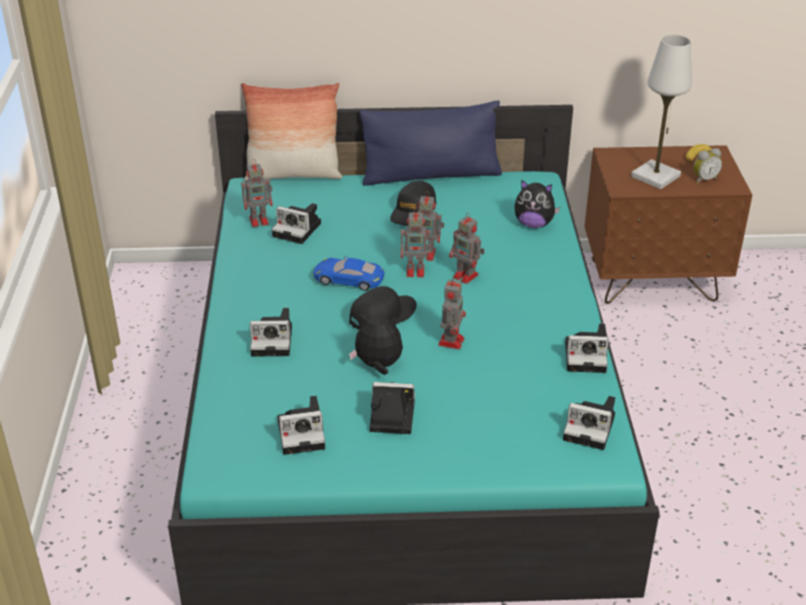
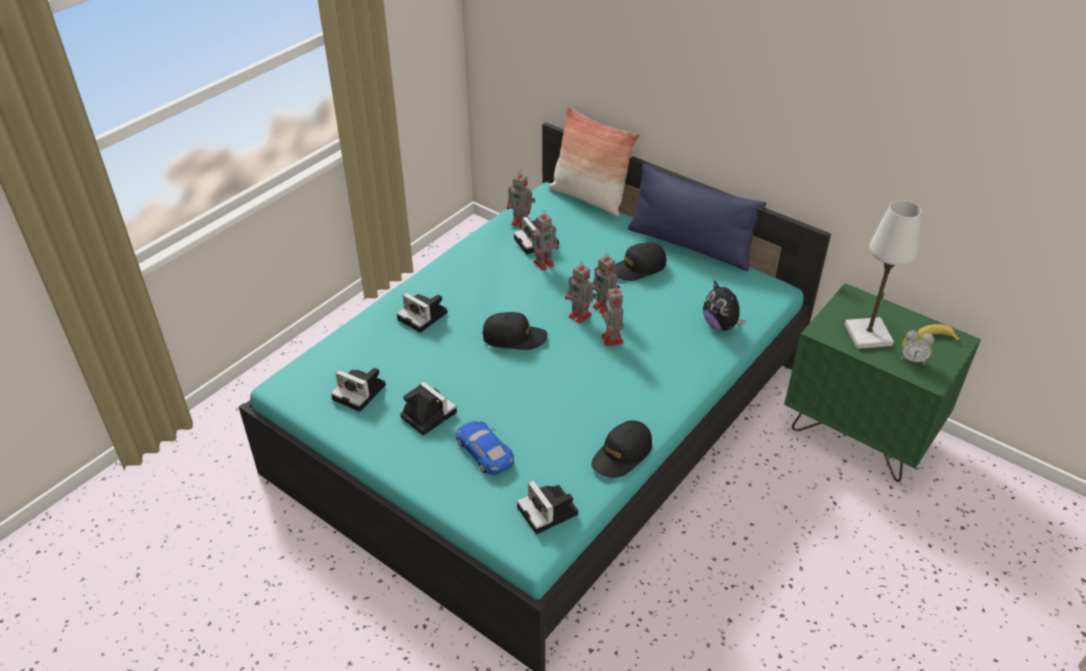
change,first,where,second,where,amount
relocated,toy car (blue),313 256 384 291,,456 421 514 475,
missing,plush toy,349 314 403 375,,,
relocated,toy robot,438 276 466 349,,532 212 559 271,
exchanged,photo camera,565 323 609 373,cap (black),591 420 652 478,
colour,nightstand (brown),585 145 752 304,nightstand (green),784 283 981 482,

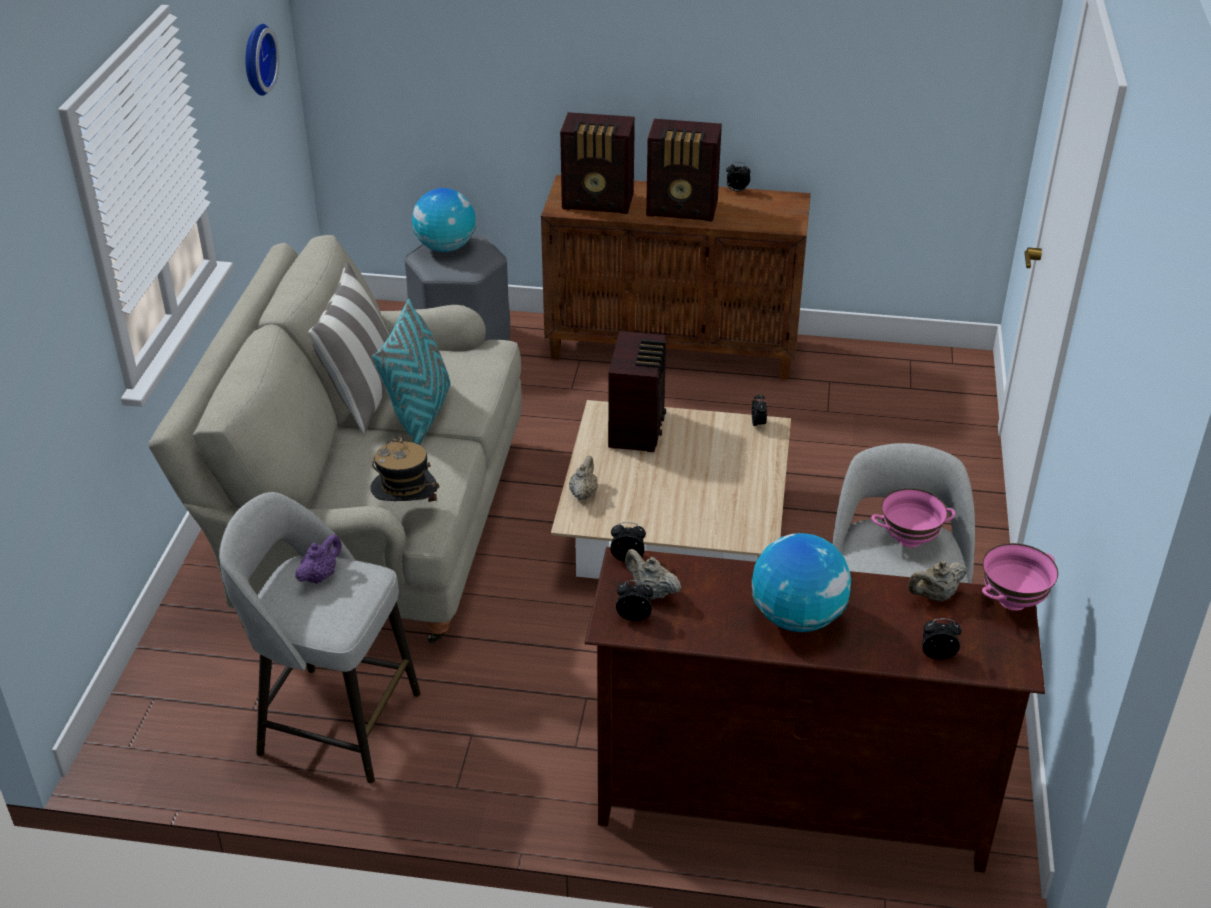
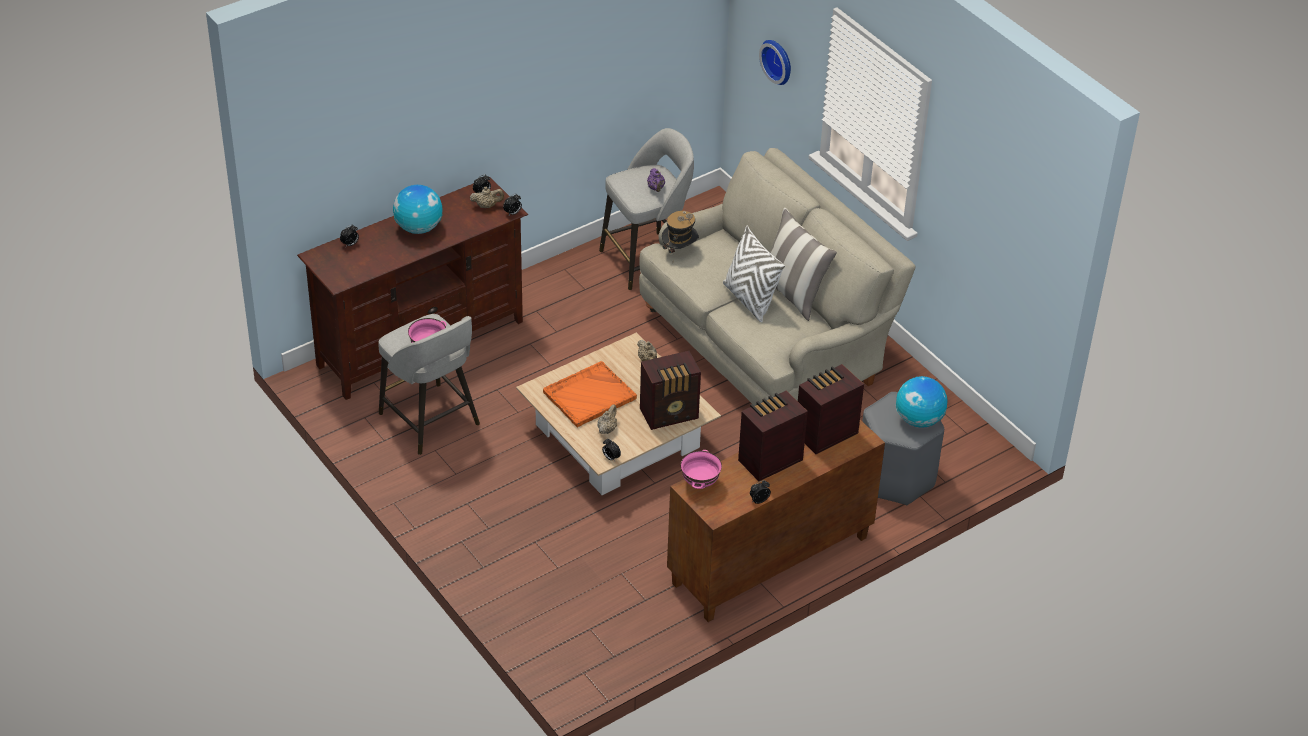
change,first,where,second,where,amount
relocated,wall clock,246 24 279 96,,759 40 791 85,
colour,pillow (turquoise),372 298 450 445,pillow (white),723 226 785 323,
spun,radio,608 331 666 452,,640 351 701 430,75 degrees counterclockwise
relocated,teapot (beige),908 561 967 601,,597 405 617 434,
relocated,bowl (pink),982 543 1058 611,,681 450 722 489,
appeared,,,tray (orange),543 361 637 428,

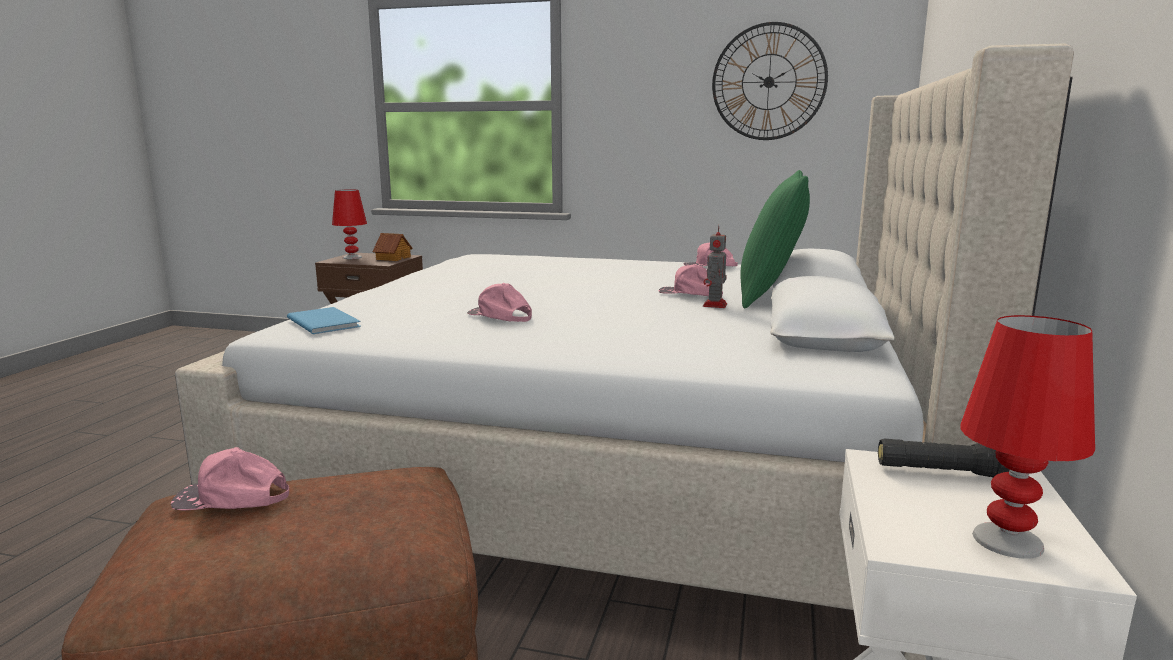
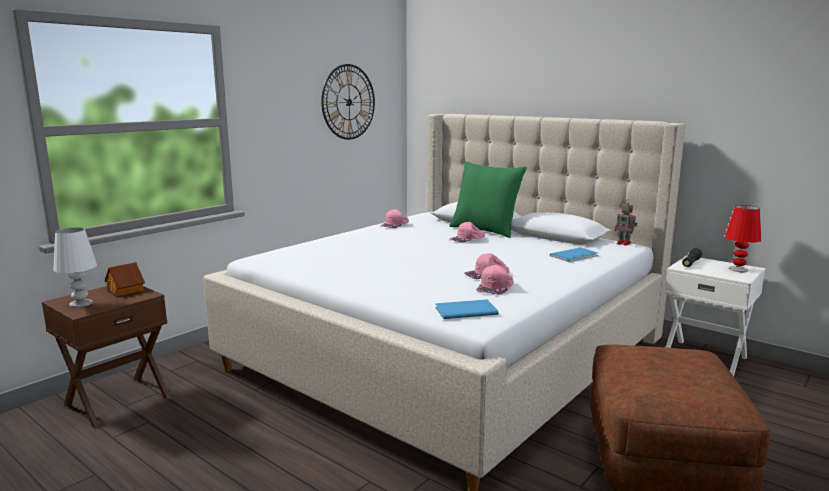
change,first,where,second,where,amount
relocated,cap (pink),171 447 289 511,,476 265 514 295,
colour,table lamp (red),332 190 367 259,table lamp (white),54 227 97 307,
relocated,toy robot,703 225 727 308,,615 203 637 245,
appeared,,,book (blue),550 247 598 262,

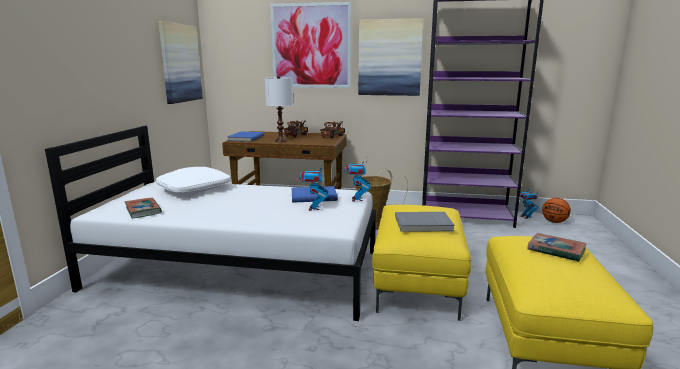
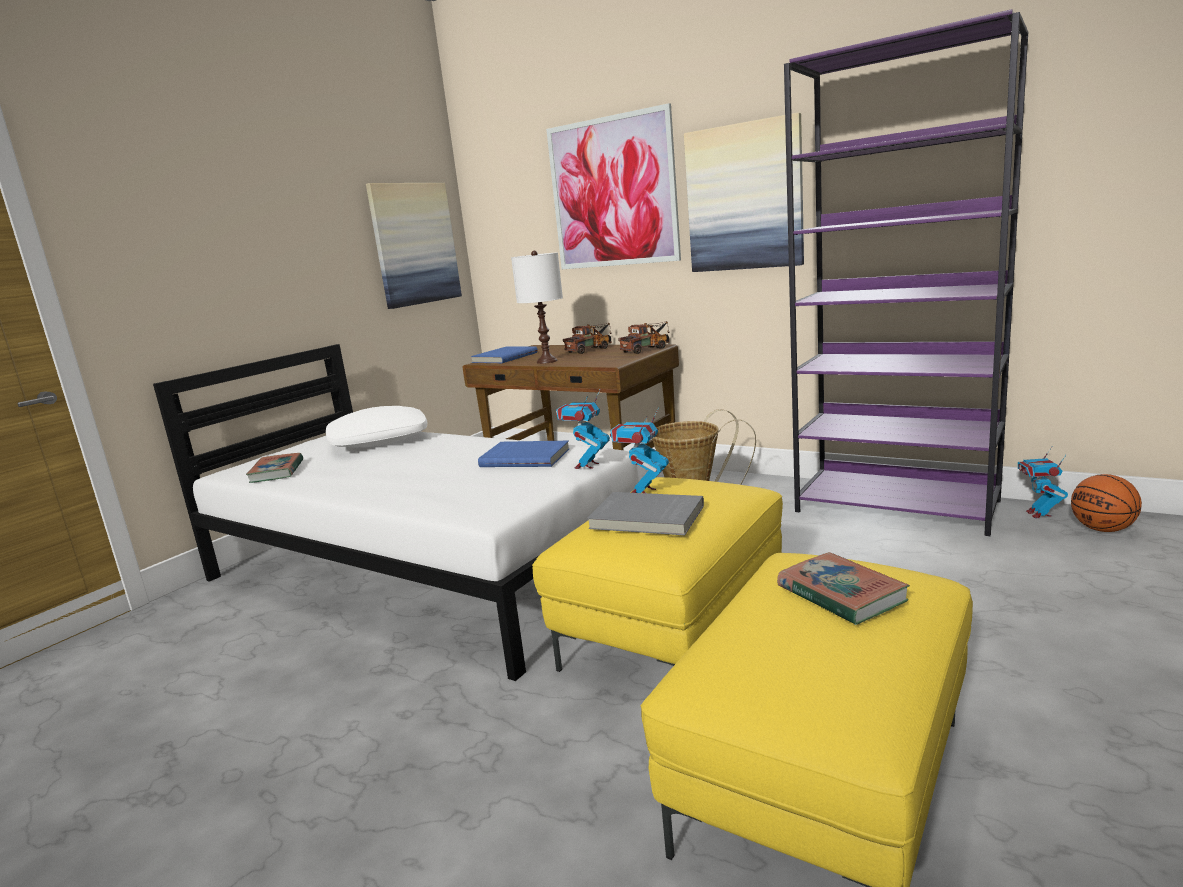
change,first,where,second,where,amount
relocated,toy robot,299 165 328 211,,610 407 669 493,

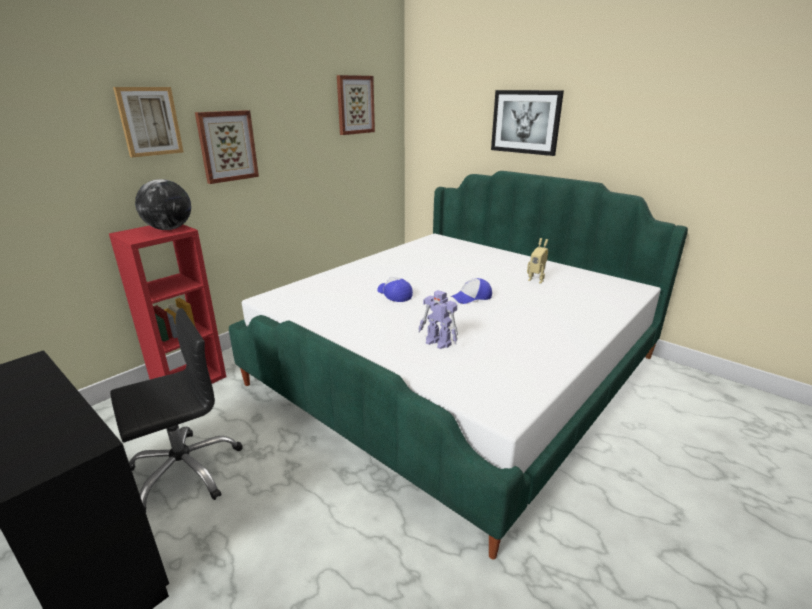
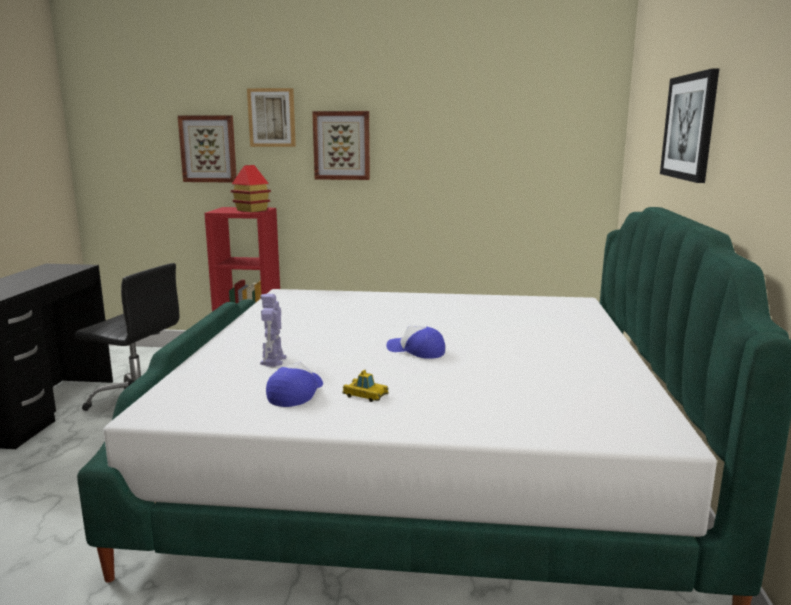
change,first,where,second,where,amount
exchanged,globe,135 179 191 230,toy house,231 165 271 212,
relocated,picture,337 75 375 135,,178 115 237 183,
relocated,cap,377 277 413 302,,266 362 323 407,
missing,toy robot,527 238 548 284,,,
appeared,,,toy car,342 370 389 402,

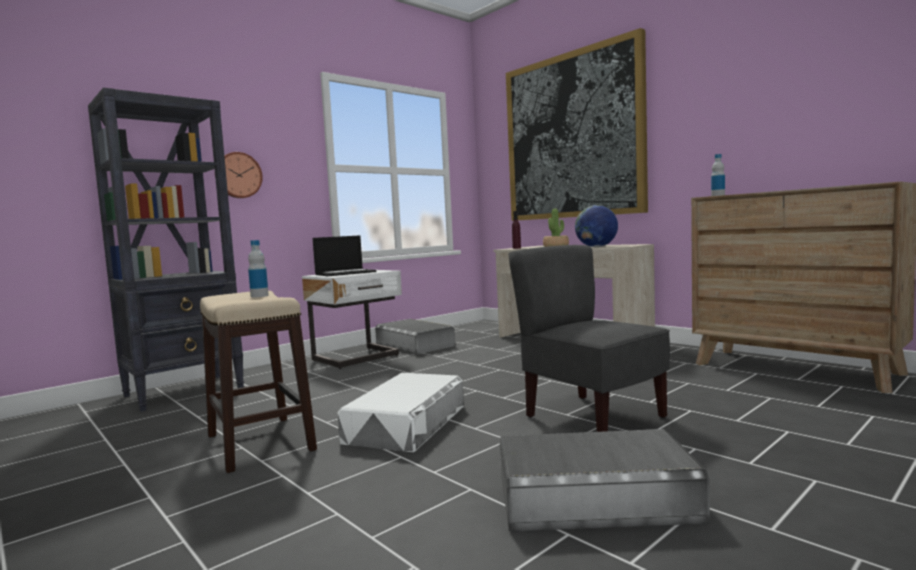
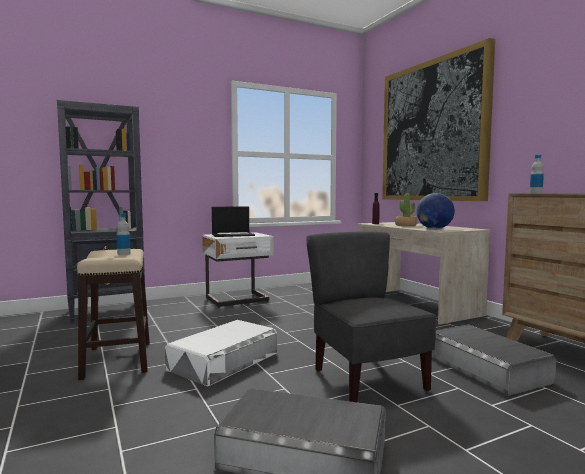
change,first,where,second,where,amount
missing,wall clock,224 152 263 198,,,
relocated,storage box (grey),375 319 455 354,,432 325 557 396,

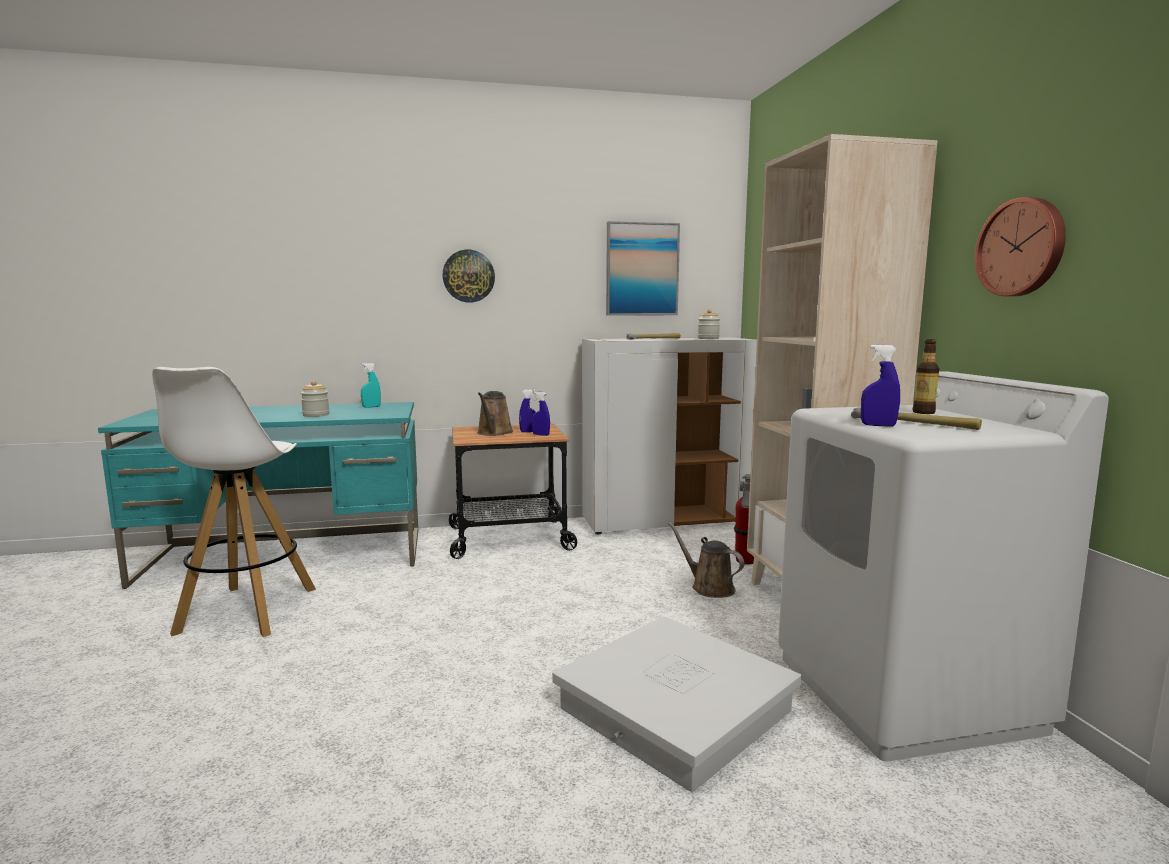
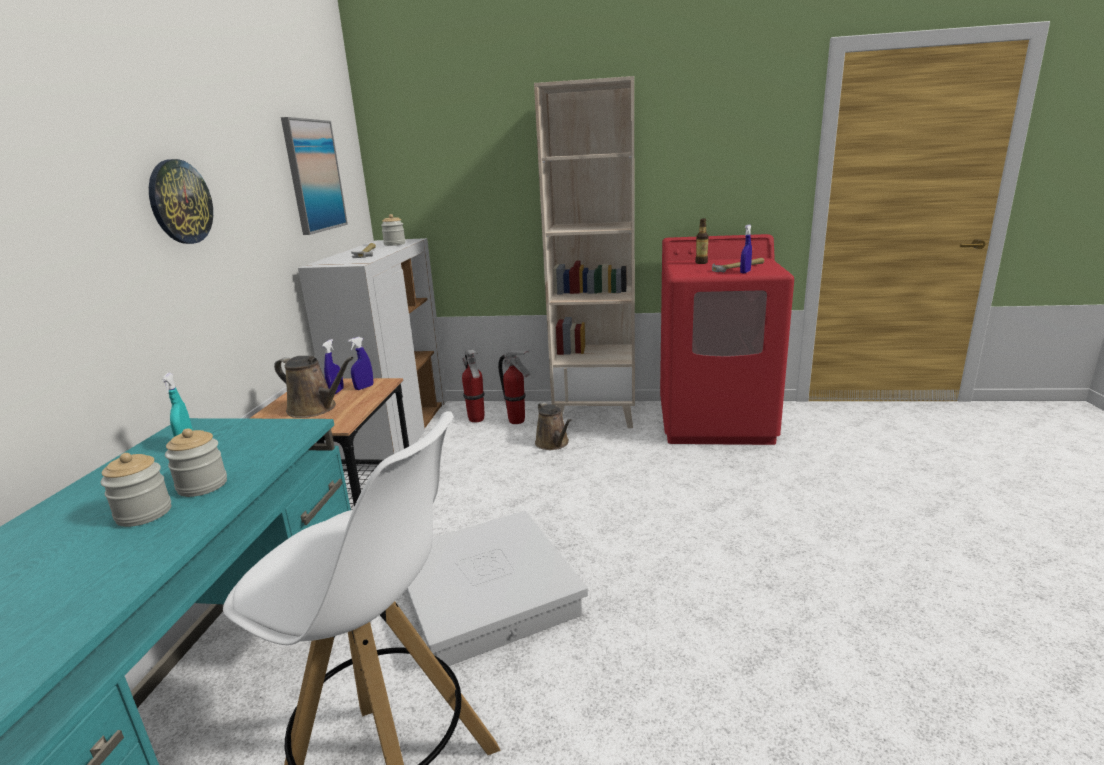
change,first,where,second,where,amount
relocated,storage box (white),552 616 802 792,,406 511 588 666,
spun,watering can (brown),668 522 745 598,,535 402 572 450,90 degrees counterclockwise
colour,washing machine (white),778 371 1109 762,washing machine (red),660 234 794 445,
missing,wall clock,975 197 1066 296,,,
appeared,,,jar,100 453 171 527,
appeared,,,fire extinguisher,462 350 485 423,

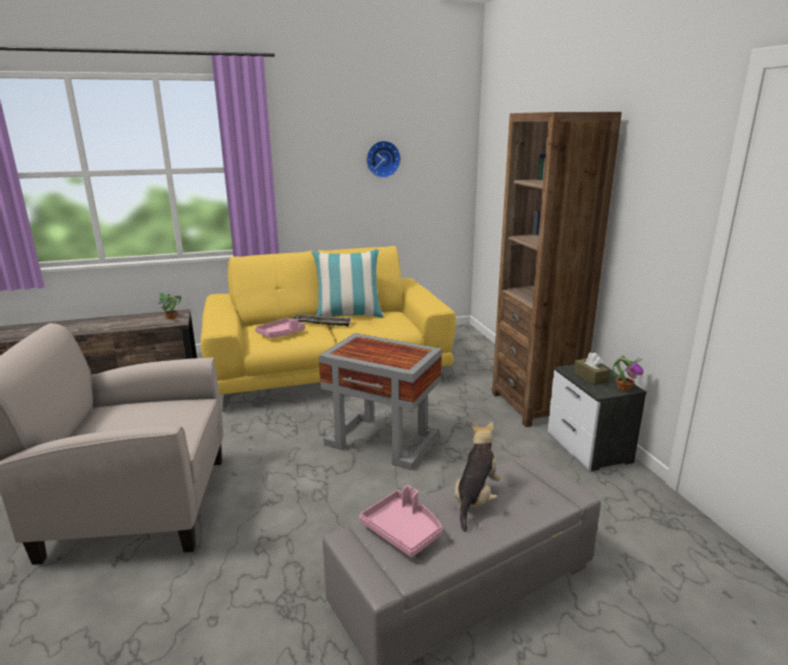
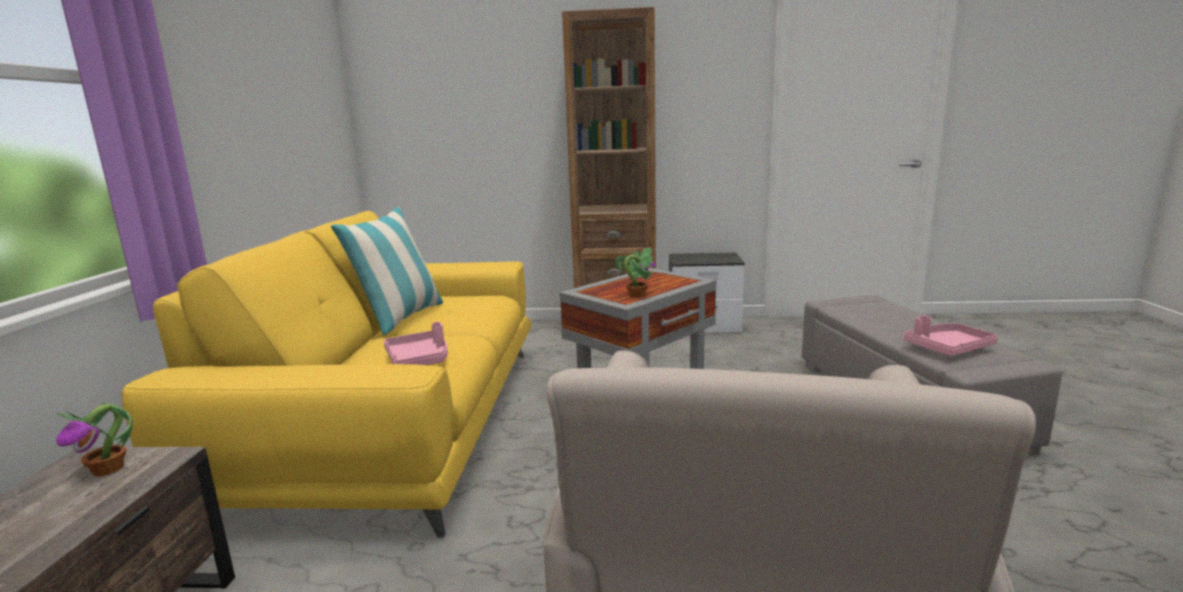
change,first,where,second,where,amount
missing,tray,292 314 353 327,,,
missing,wall clock,366 141 401 178,,,
missing,plush toy,455 422 500 532,,,
missing,tissue box (brown),574 352 610 385,,,
relocated,potted plant,613 356 644 391,,615 247 655 298,

